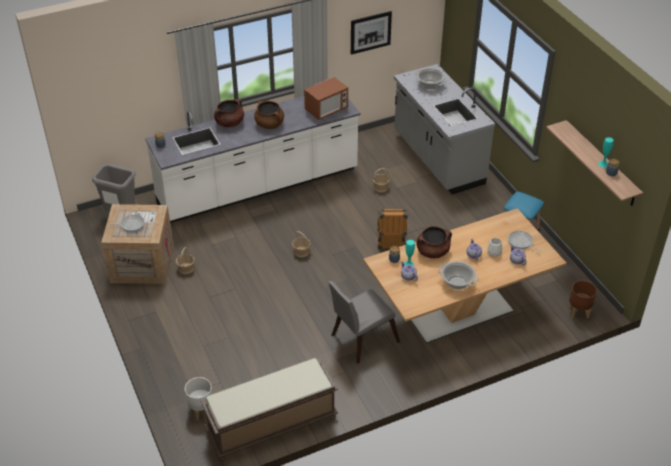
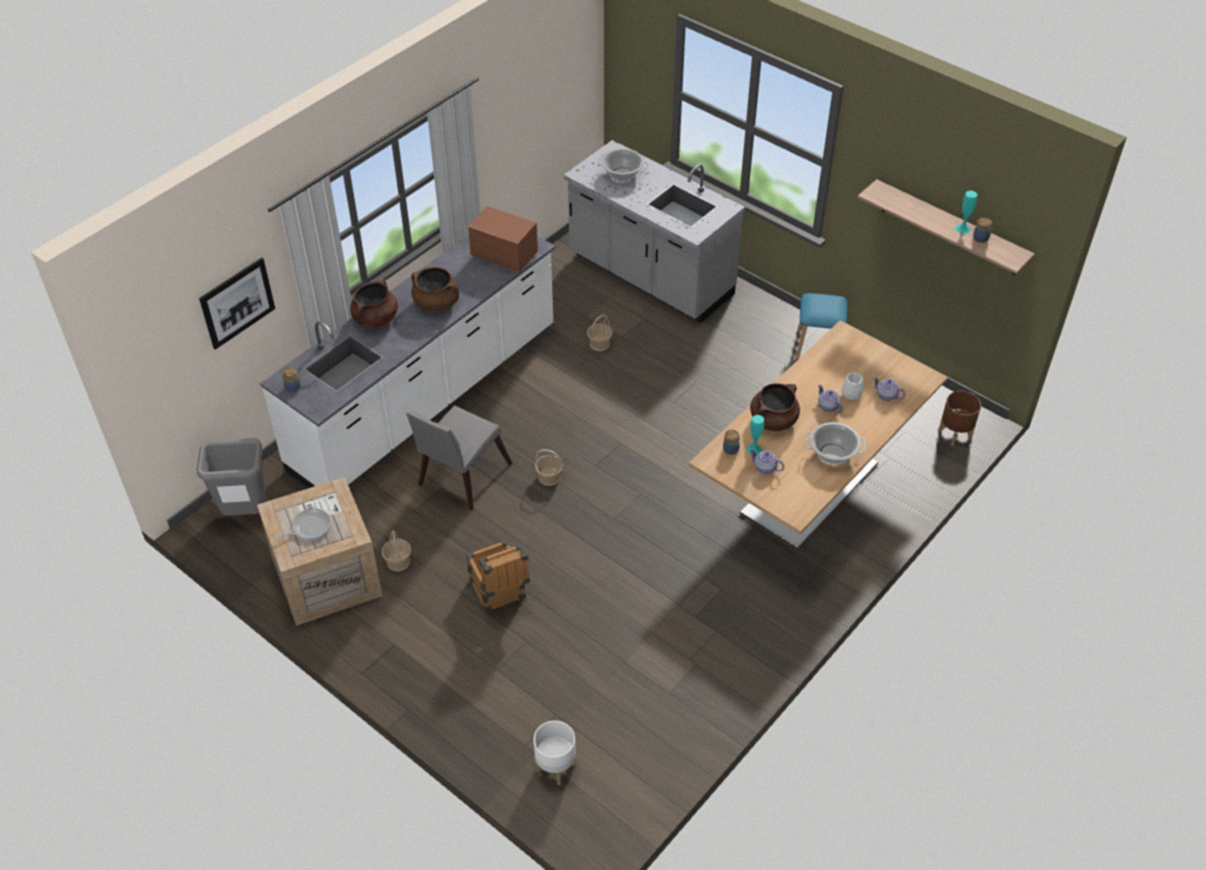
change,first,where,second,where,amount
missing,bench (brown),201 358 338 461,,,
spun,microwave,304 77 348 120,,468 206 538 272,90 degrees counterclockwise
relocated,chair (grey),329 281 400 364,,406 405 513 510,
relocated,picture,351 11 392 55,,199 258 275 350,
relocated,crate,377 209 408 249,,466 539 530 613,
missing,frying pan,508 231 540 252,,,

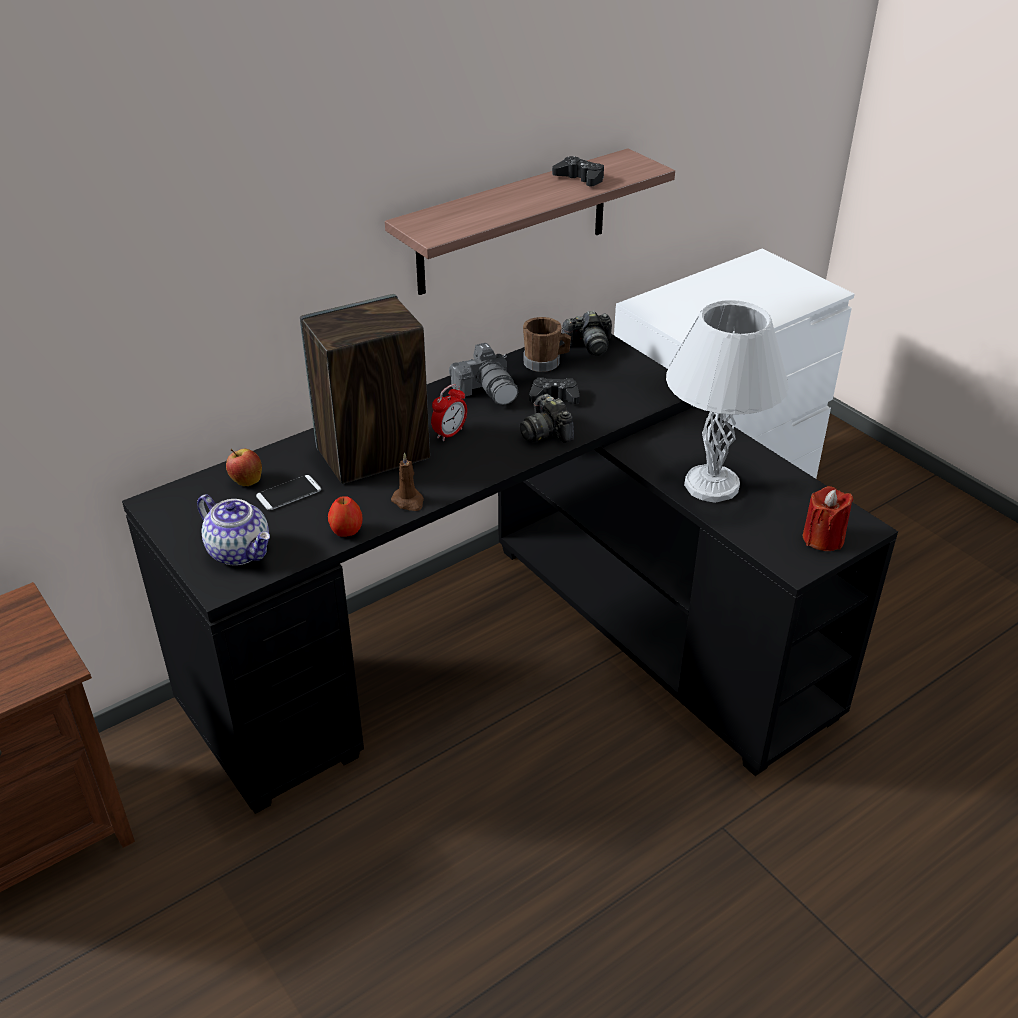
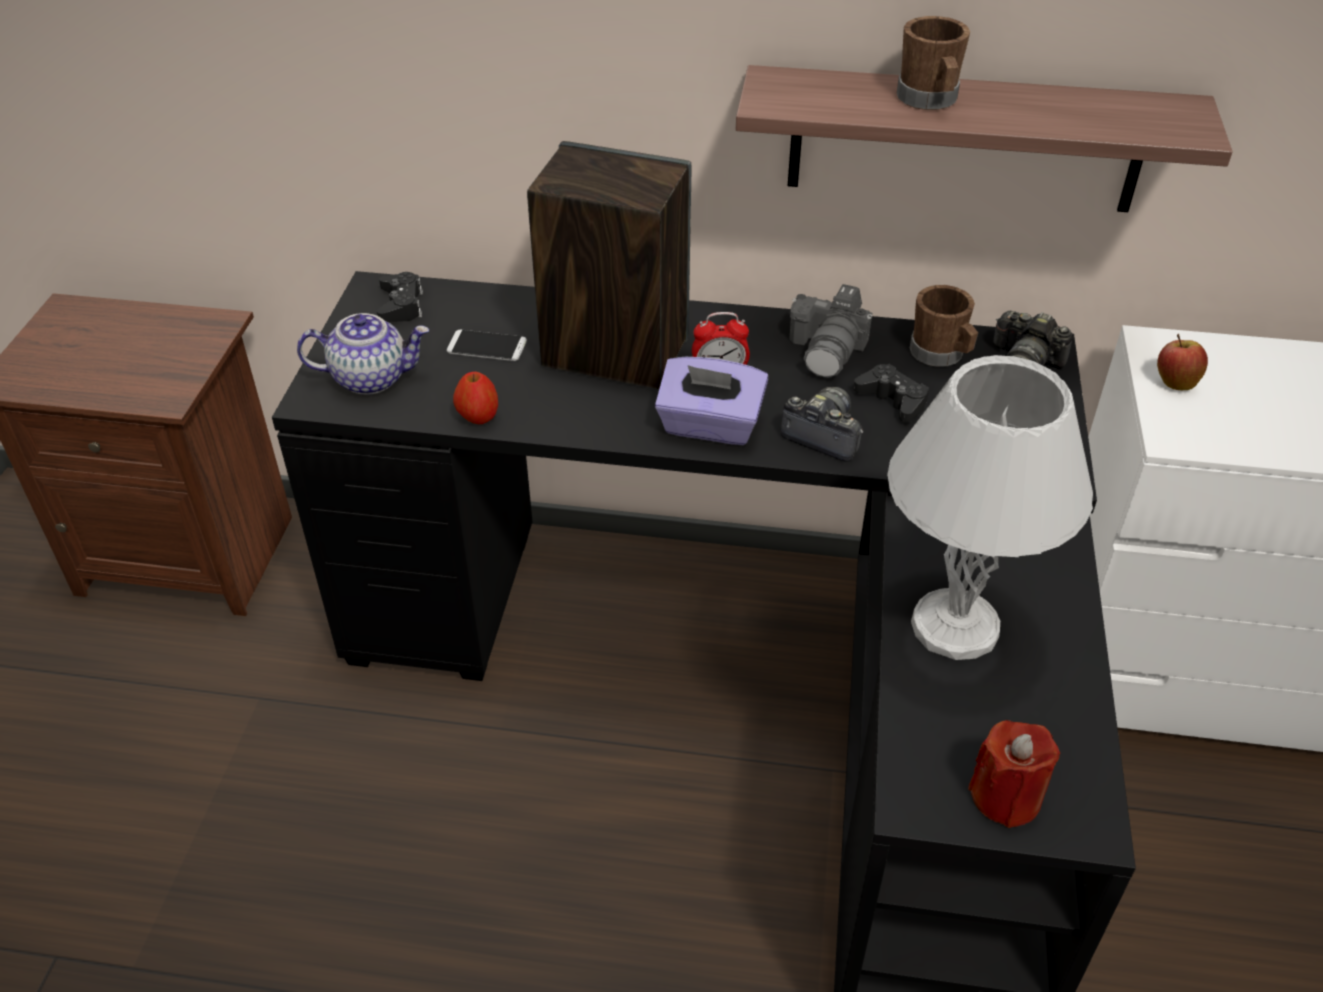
change,first,where,second,where,amount
spun,teapot,197 494 270 566,,297 313 429 395,90 degrees counterclockwise
relocated,apple,226 449 262 486,,1157 334 1208 390,
missing,candle (brown),391 452 424 511,,,
spun,photo camera,520 394 574 443,,780 387 863 462,105 degrees clockwise
relocated,game controller (black),552 156 604 186,,377 272 423 322,
appeared,,,tissue box (purple),655 357 768 445,
appeared,,,mug (brown),897 16 970 110,

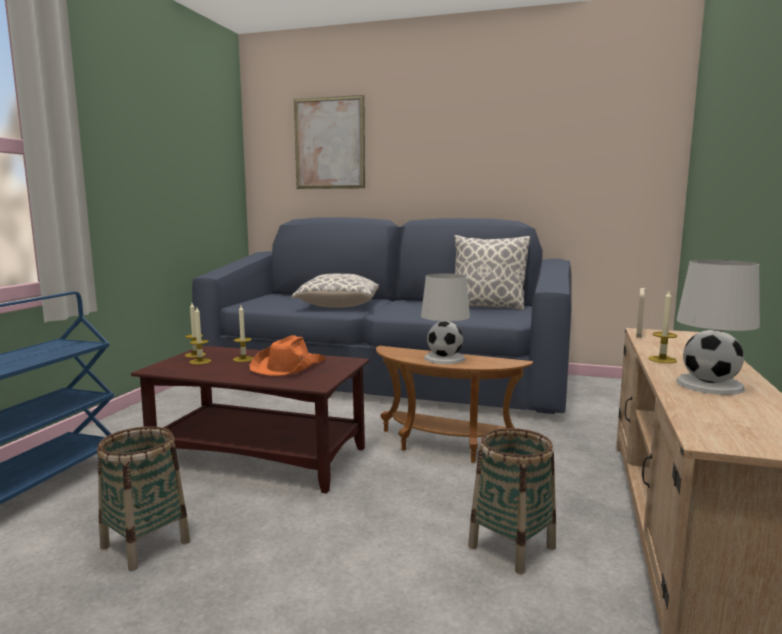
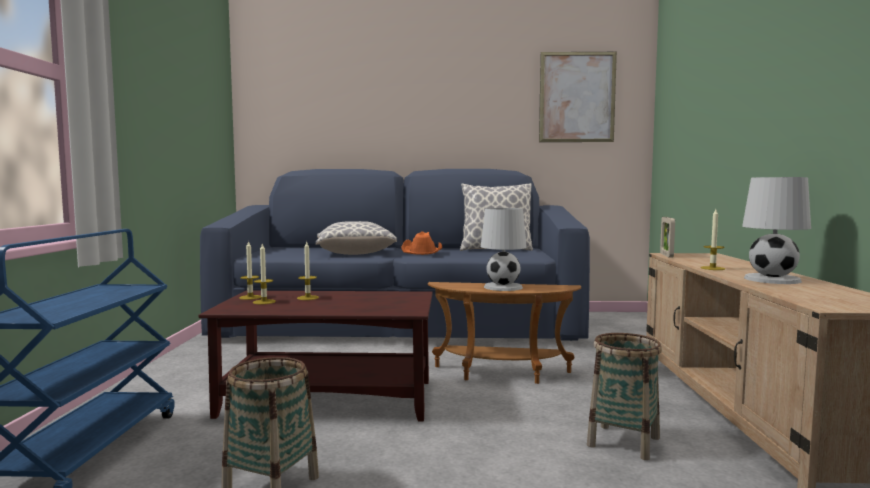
change,first,where,second,where,amount
relocated,hat (orange),250 335 325 376,,402 231 442 255,
relocated,picture,294 95 365 189,,539 52 617 142,

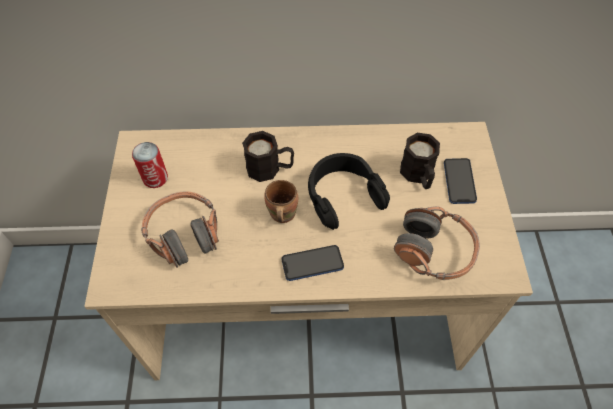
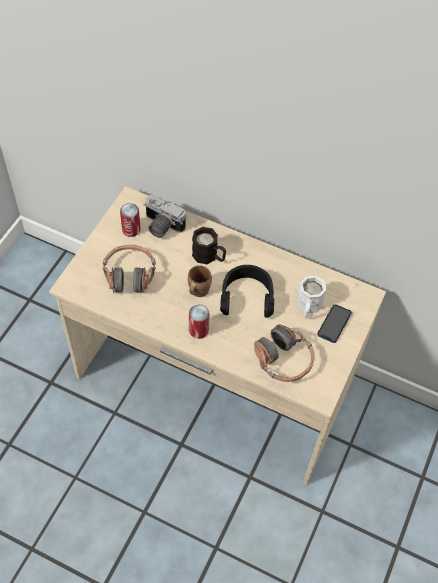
change,first,where,second,where,amount
exchanged,phone,281 245 344 281,can,189 305 210 339,
colour,mug (black),400 133 440 189,mug (white),297 276 327 318,
appeared,,,photo camera,144 195 186 238,

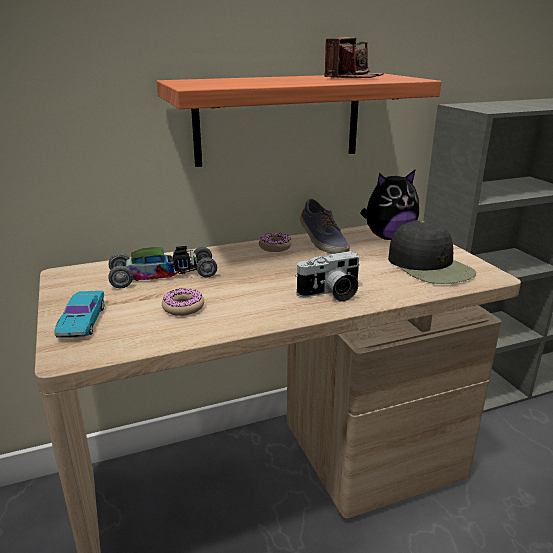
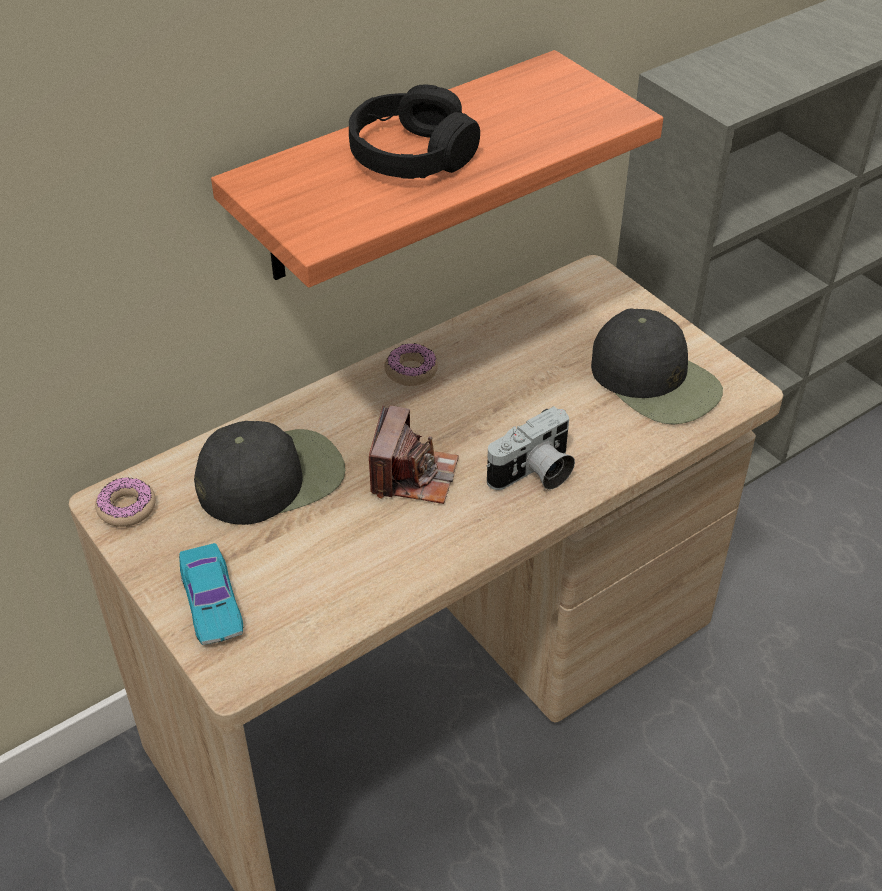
change,first,where,second,where,amount
exchanged,toy car,108 246 217 289,cap (black),194 421 345 525,
relocated,donut,162 288 204 316,,95 477 156 527,
missing,shoe,300 198 350 254,,,
relocated,photo camera,325 37 383 78,,369 405 459 504,
missing,plush toy,360 169 419 240,,,
appeared,,,headphones (black),349 84 480 179,

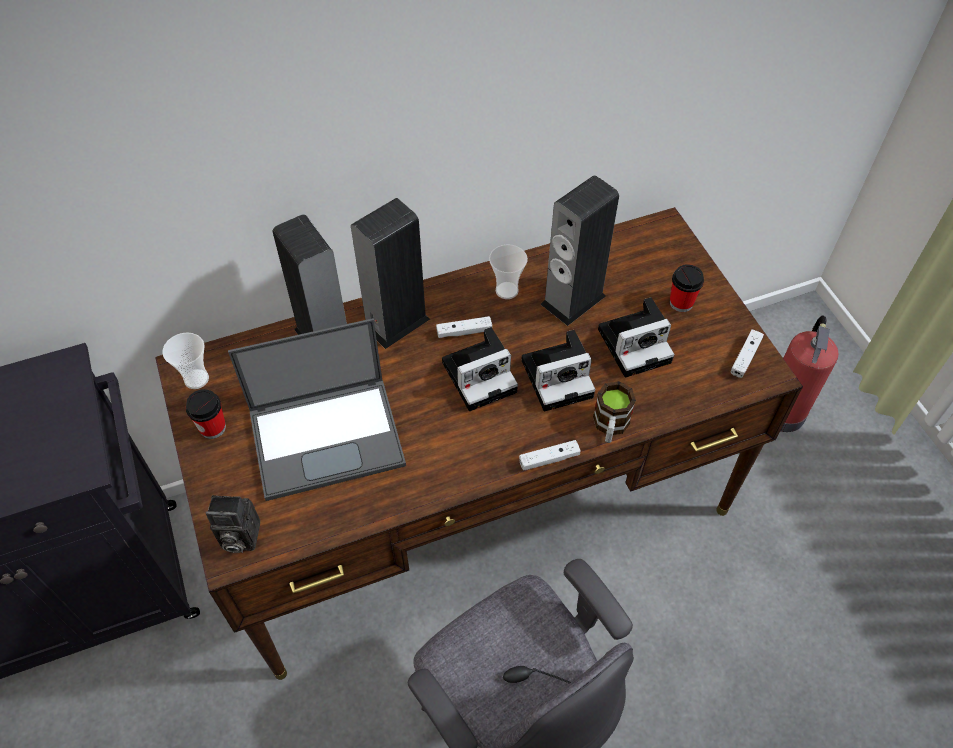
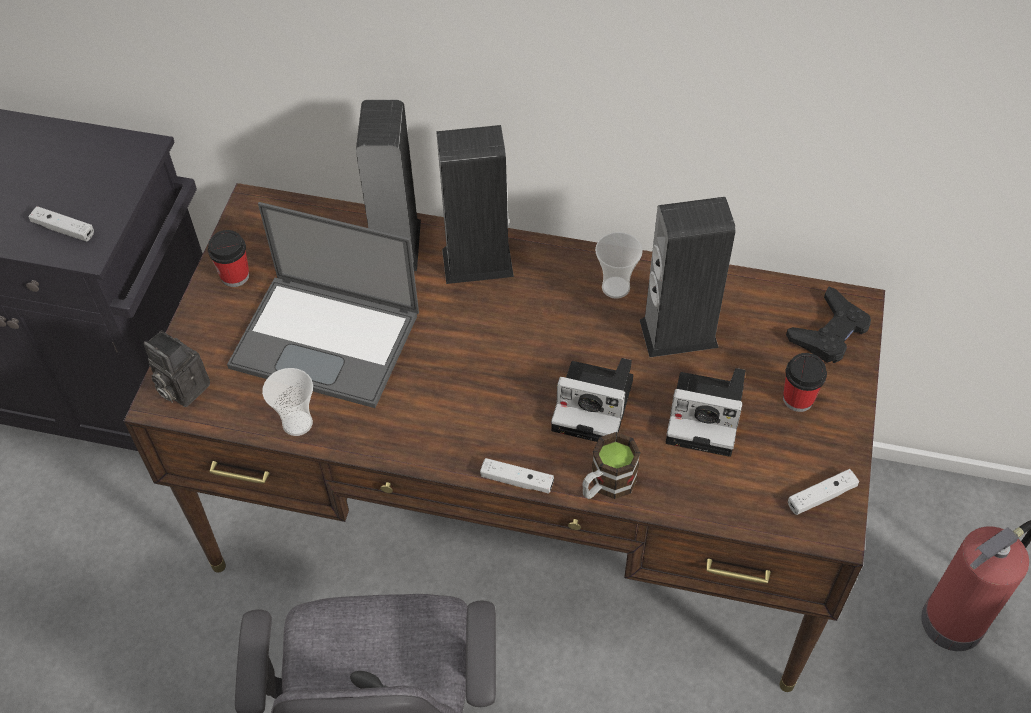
change,first,where,second,where,amount
relocated,cup,162 333 209 389,,262 368 313 436,
relocated,game controller (white),436 316 492 338,,28 206 94 242,
missing,photo camera,442 327 518 411,,,
appeared,,,game controller (black),786 286 871 363,

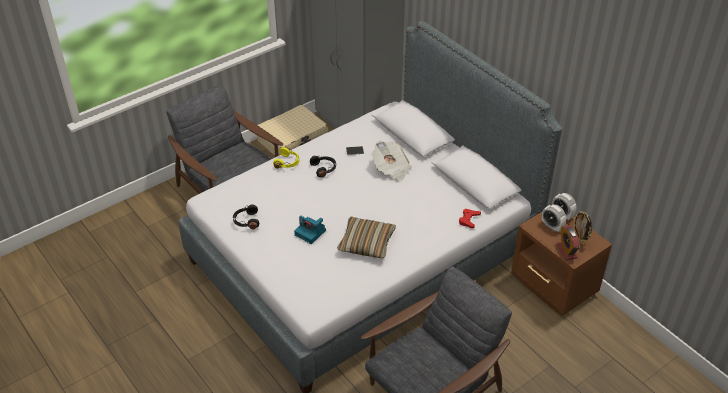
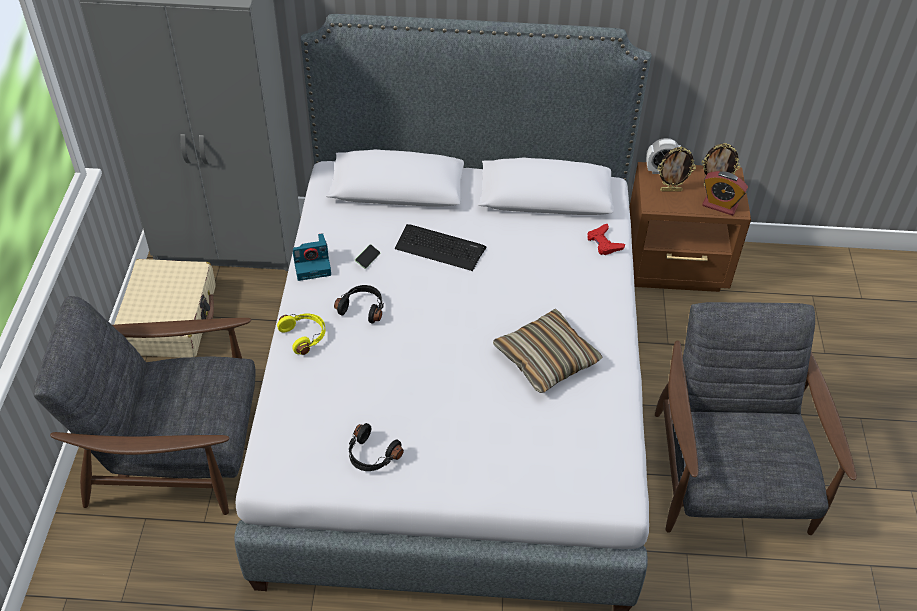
change,first,where,second,where,amount
relocated,photo camera,294 216 326 244,,293 233 331 281,
exchanged,newspaper,372 141 412 182,keyboard,395 224 486 271,
exchanged,alarm clock,542 204 566 232,picture frame,657 147 696 192,

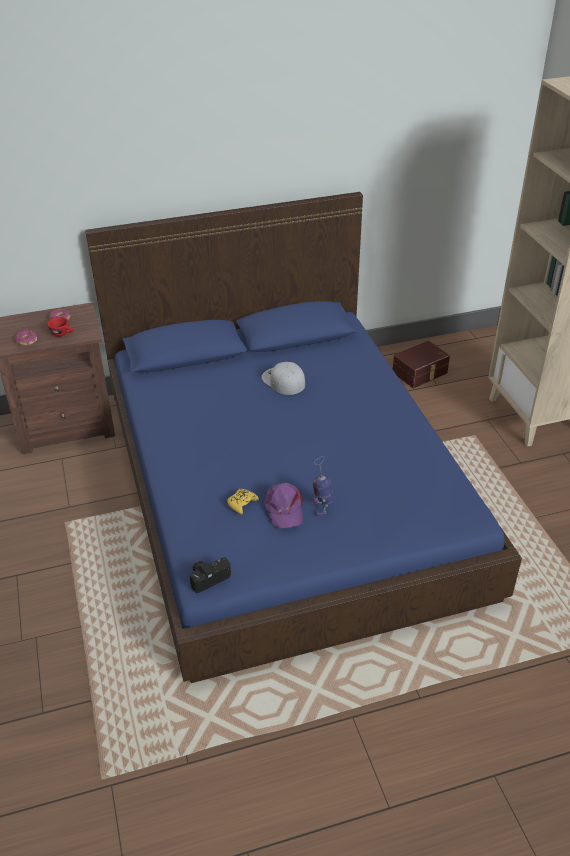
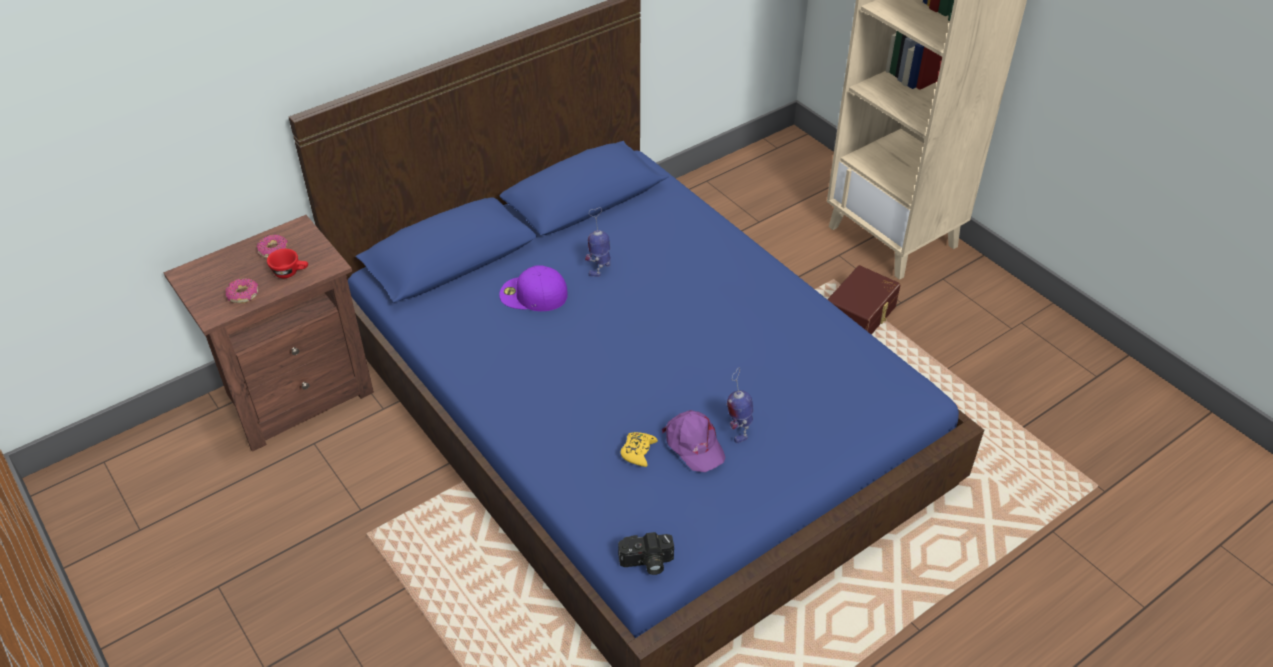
change,first,where,second,where,amount
spun,photo camera,190 557 231 593,,618 532 674 575,135 degrees counterclockwise
exchanged,cap (white),262 362 305 395,toy robot,585 207 611 277,
relocated,storage box (brown),393 341 450 388,,827 265 901 335,
appeared,,,cap (purple),499 265 568 311,

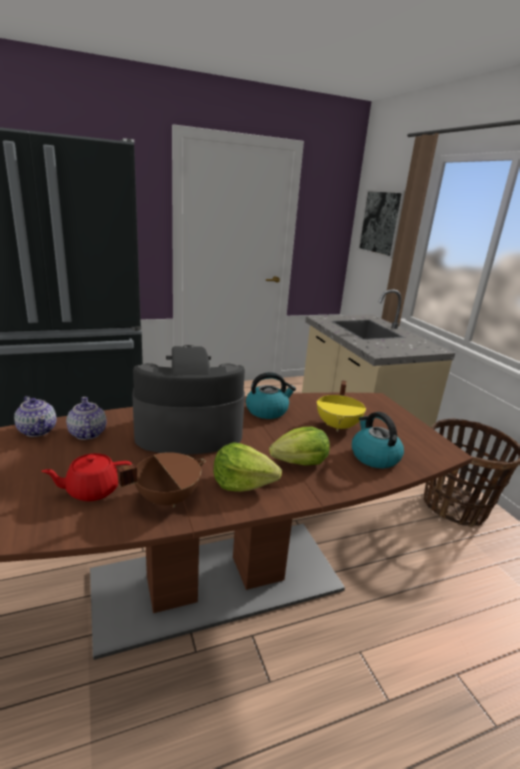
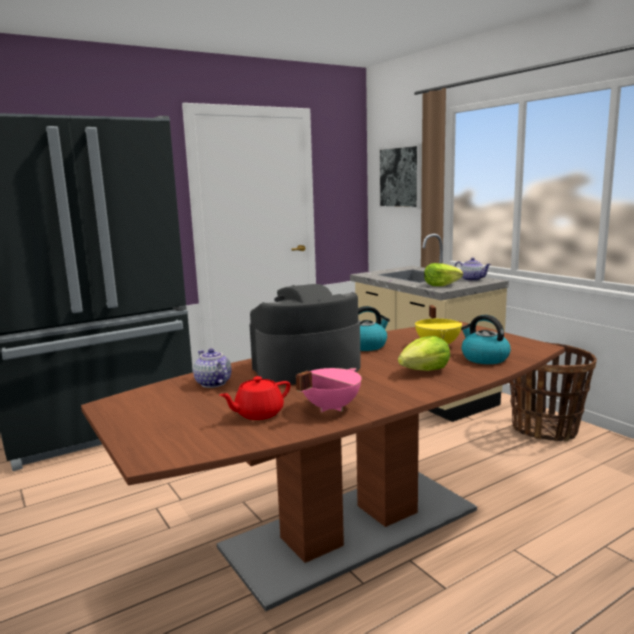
change,first,where,second,where,amount
relocated,teapot,14 396 57 437,,454 258 491 281,
colour,cooking pot (brown),117 452 206 508,cooking pot (pink),296 368 362 412,
relocated,lettuce,213 443 282 492,,424 263 463 286,

